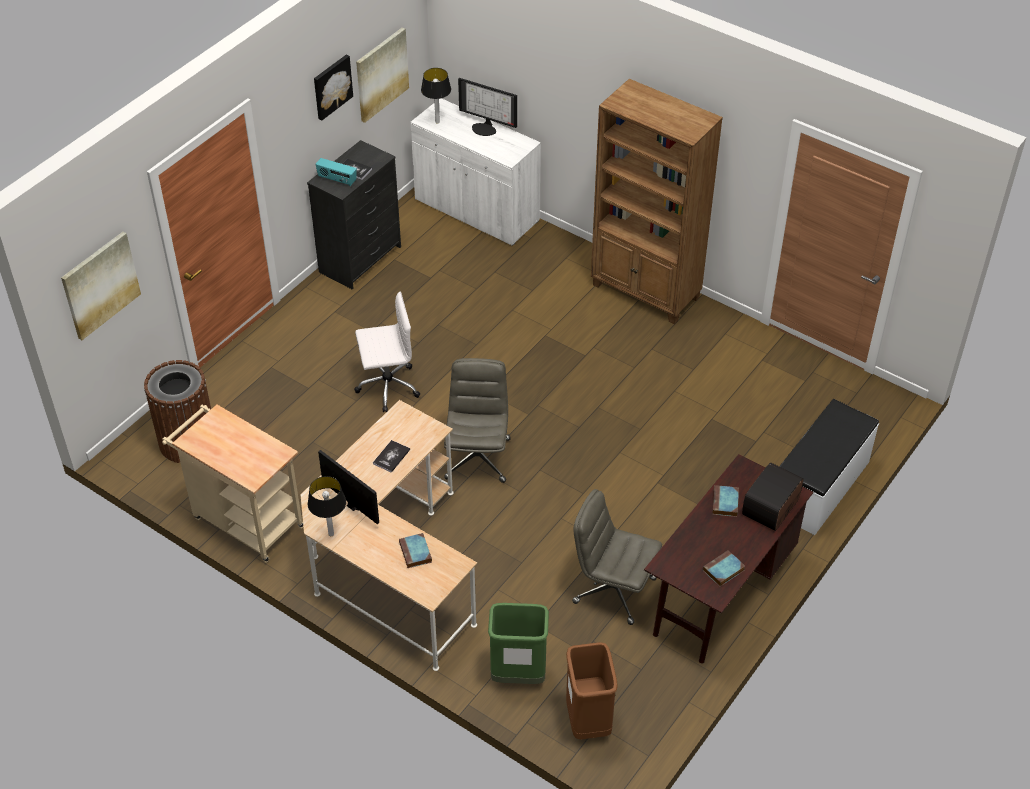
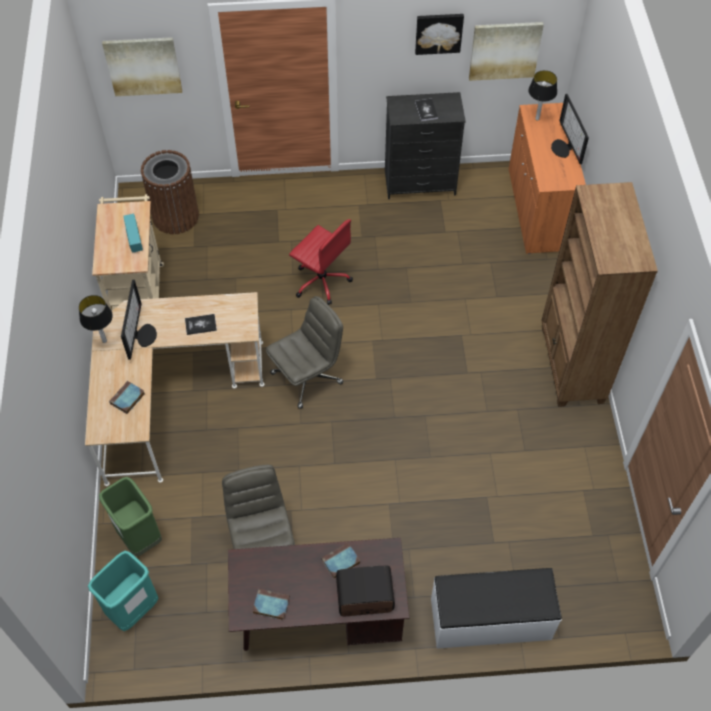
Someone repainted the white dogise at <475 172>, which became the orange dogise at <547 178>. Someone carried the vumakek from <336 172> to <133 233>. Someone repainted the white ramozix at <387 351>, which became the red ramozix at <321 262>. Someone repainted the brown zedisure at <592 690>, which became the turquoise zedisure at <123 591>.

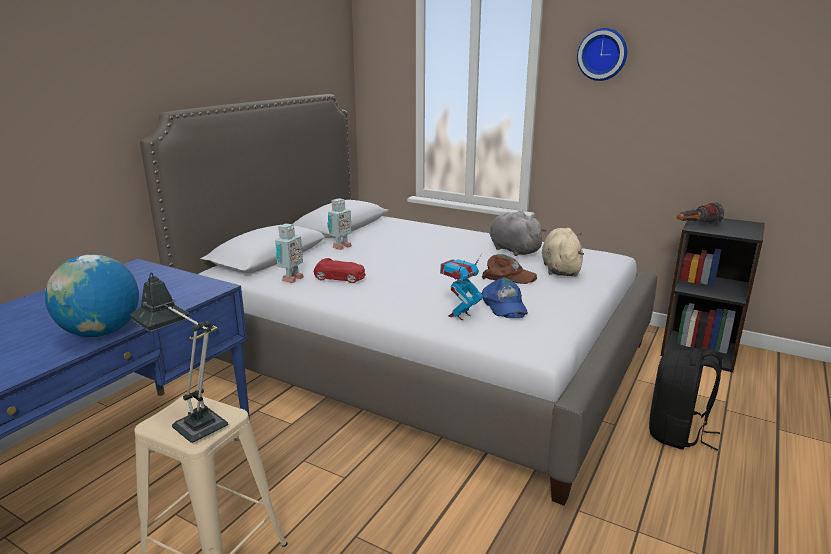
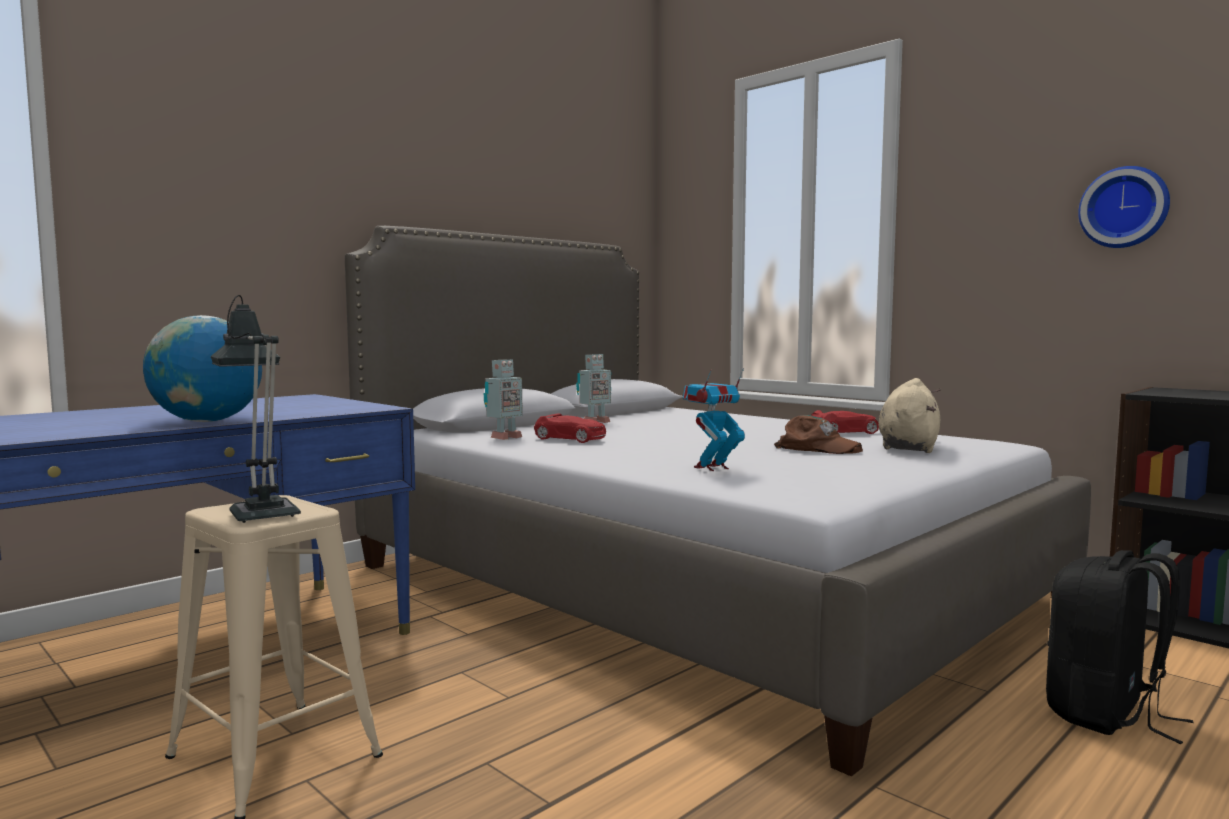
Someone carried the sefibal from <602 54> to <1124 207>. Someone took away the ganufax at <700 213>. Someone swapped the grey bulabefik at <518 233> for the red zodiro at <845 422>. Someone took away the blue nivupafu at <505 298>.

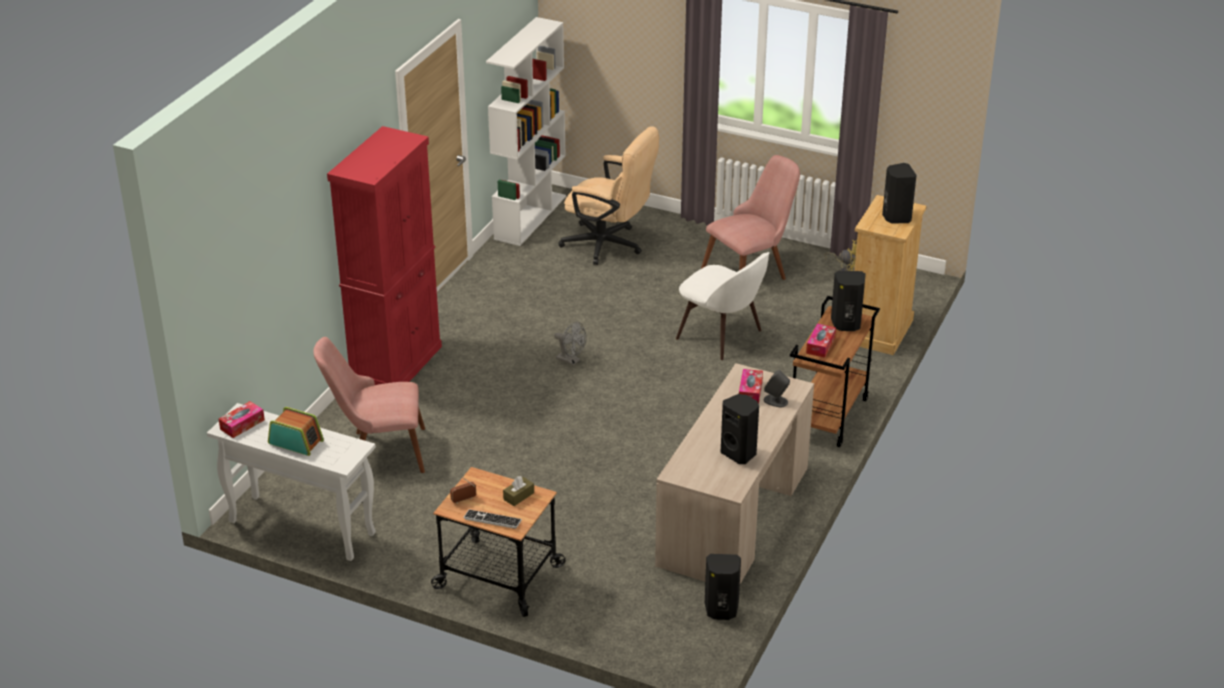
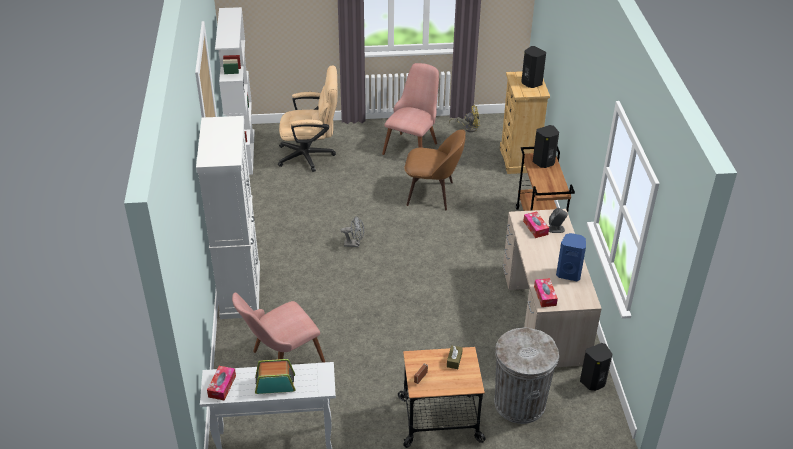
Someone repainted the red dogise at <384 255>, which became the white dogise at <228 217>. Someone repainted the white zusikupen at <723 306>, which became the brown zusikupen at <435 169>. Someone carried the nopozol from <821 340> to <546 292>. Someone repainted the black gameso at <739 429>, which became the blue gameso at <571 257>. Someone took away the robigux at <492 519>. Someone put down the grey zedisure at <526 375>.

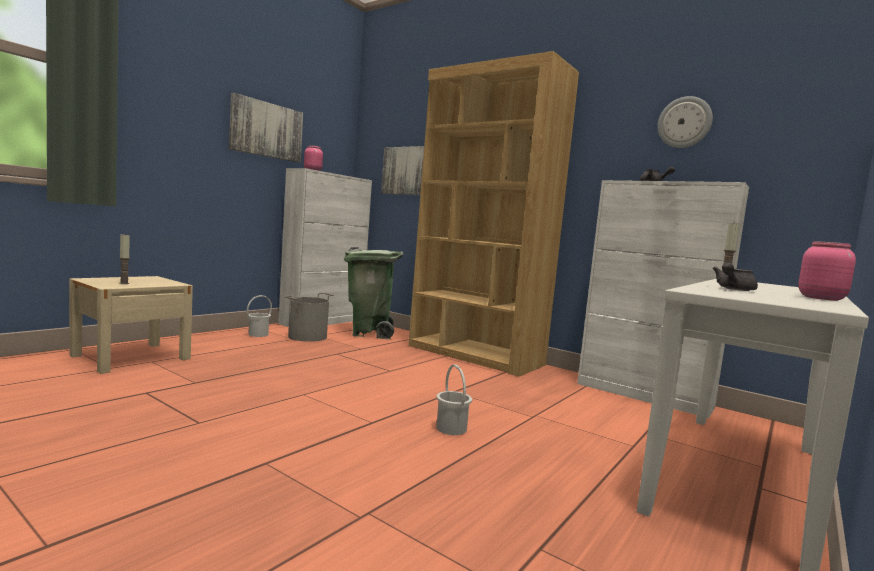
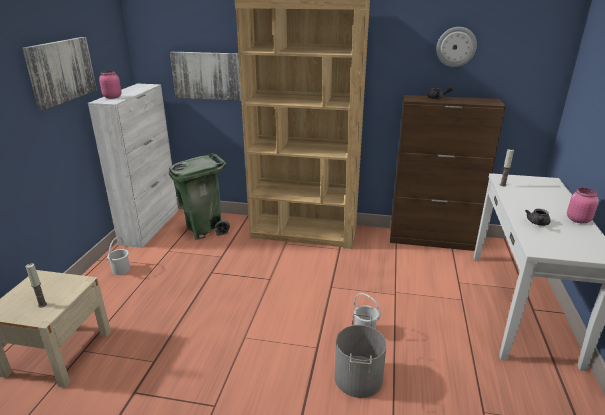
Someone repainted the white dogise at <663 299>, which became the brown dogise at <448 173>. Someone carried the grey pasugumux from <309 317> to <361 356>.

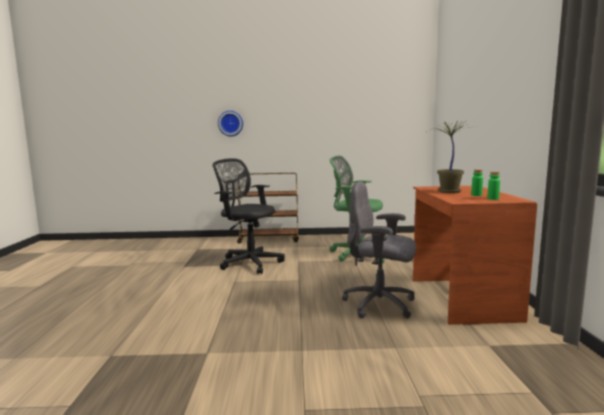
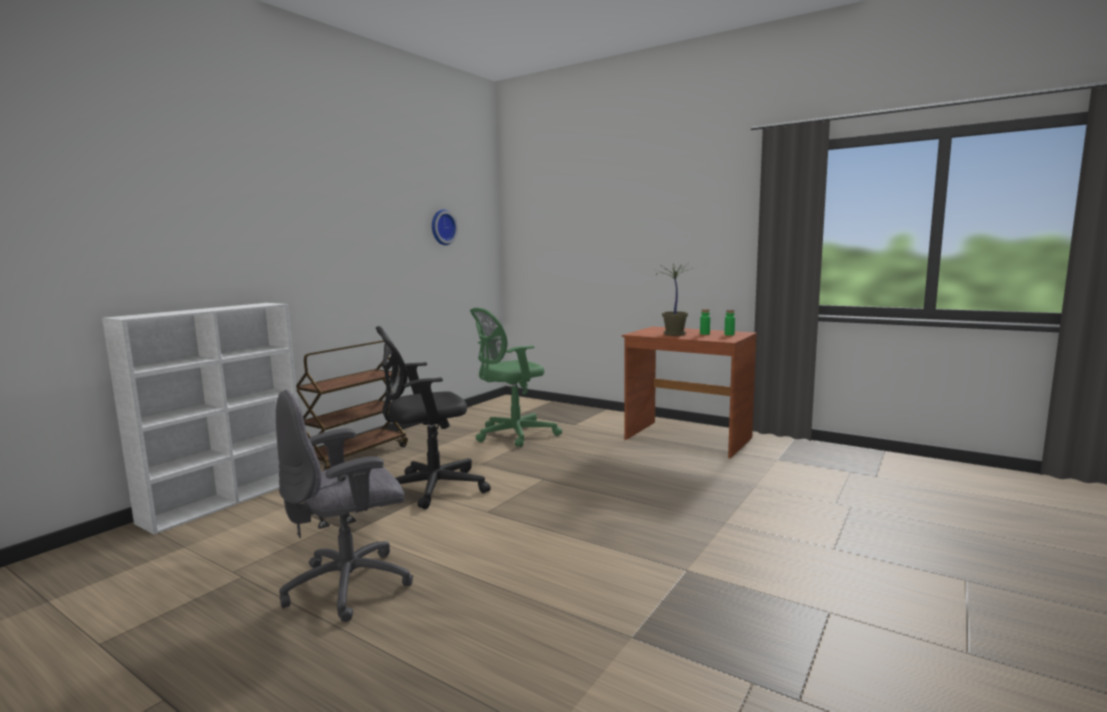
Someone carried the sefibal from <230 123> to <445 227>. Someone carried the grey ramozix from <379 249> to <344 505>. Someone put down the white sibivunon at <200 419>.

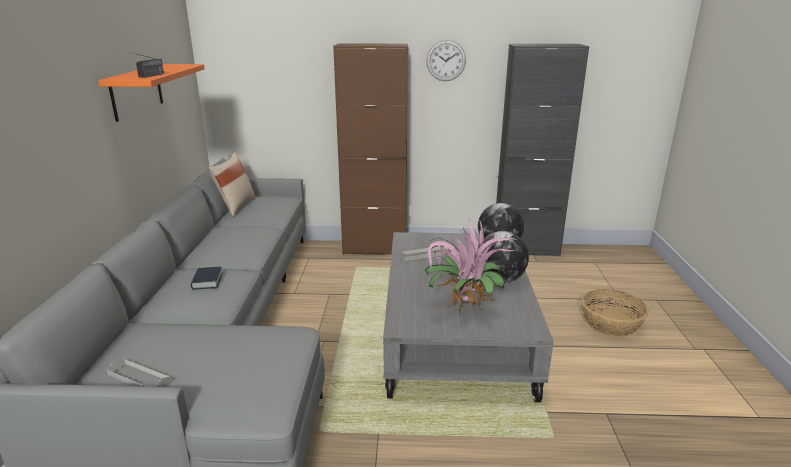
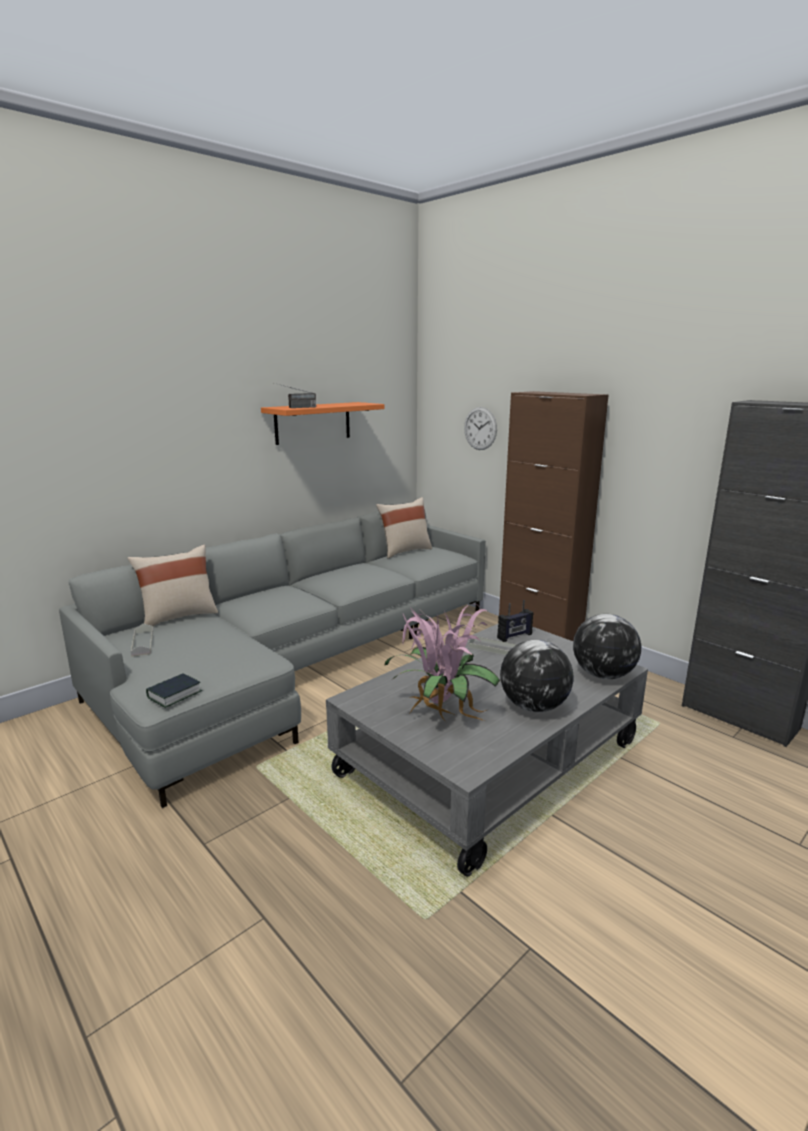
Someone carried the sefibal from <446 60> to <480 428>. Someone carried the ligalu from <207 278> to <174 690>. Someone took away the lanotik at <615 313>. Someone put down the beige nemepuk at <173 585>. Someone put down the vumakek at <515 621>.

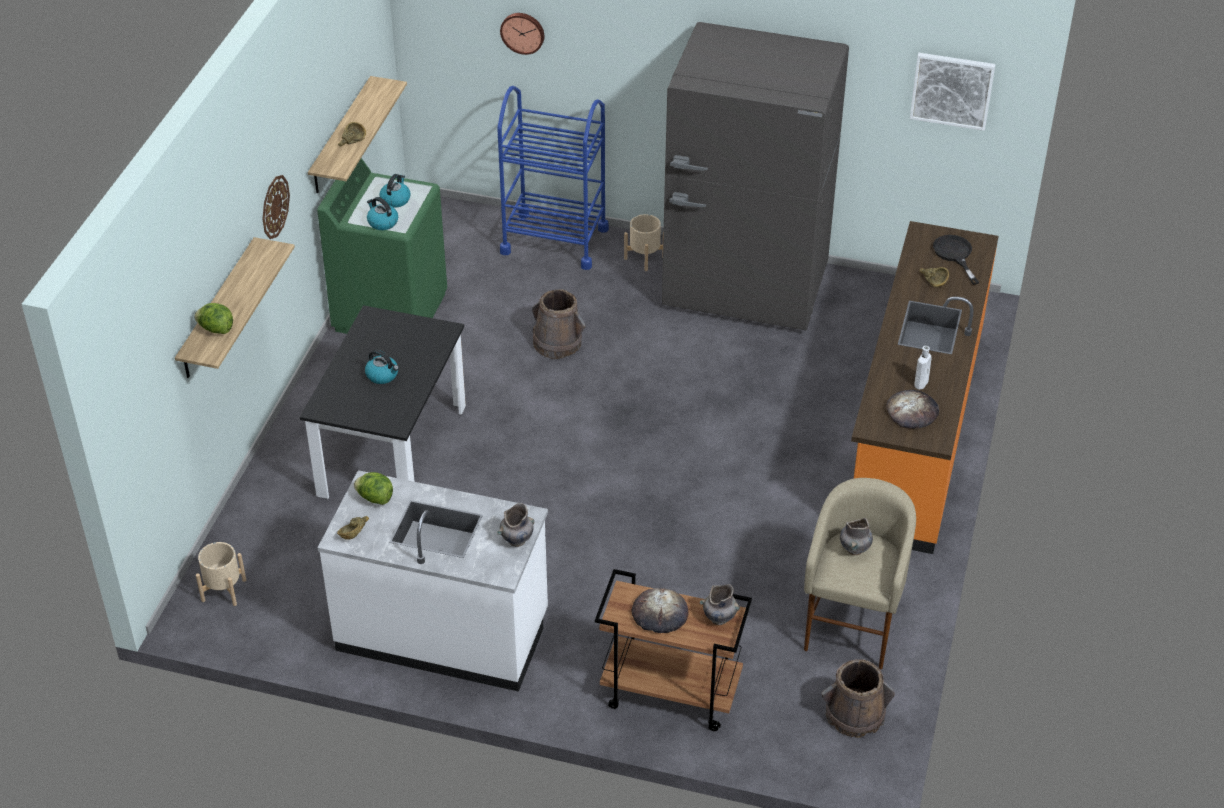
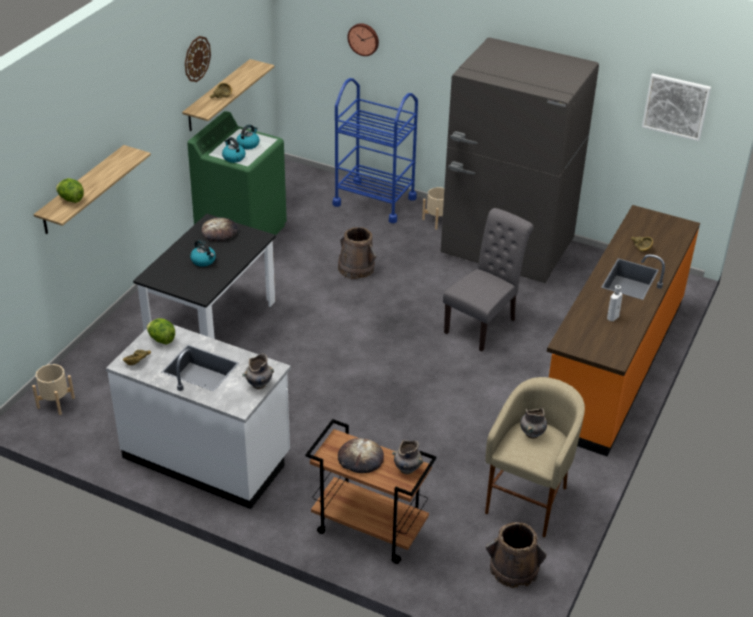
Someone carried the sefibal from <276 207> to <198 59>. Someone took away the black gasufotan at <956 260>. Someone carried the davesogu from <912 409> to <220 229>. Someone put down the grey zusikupen at <488 279>.

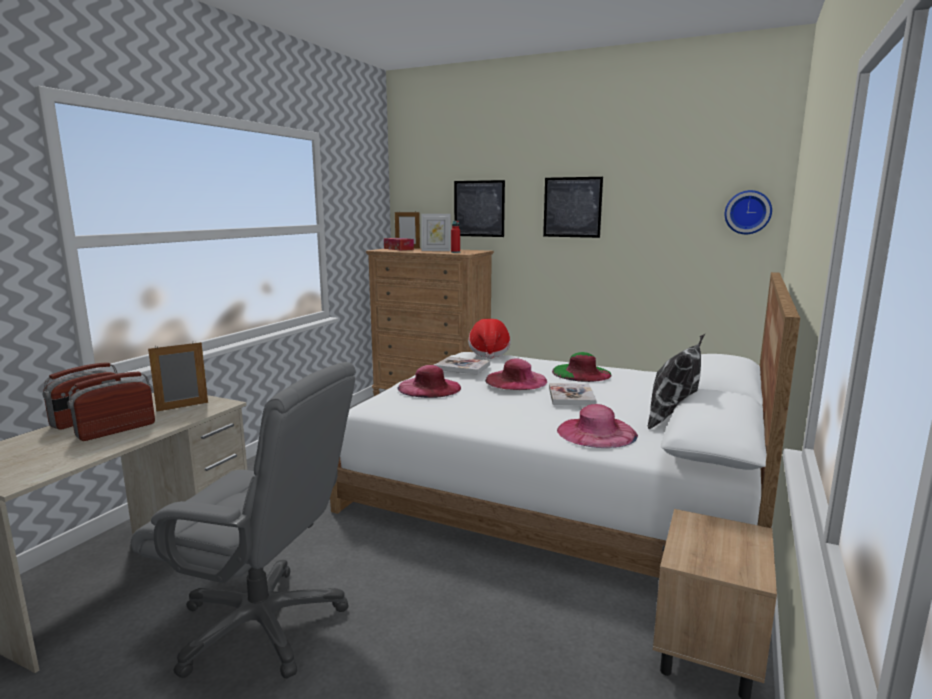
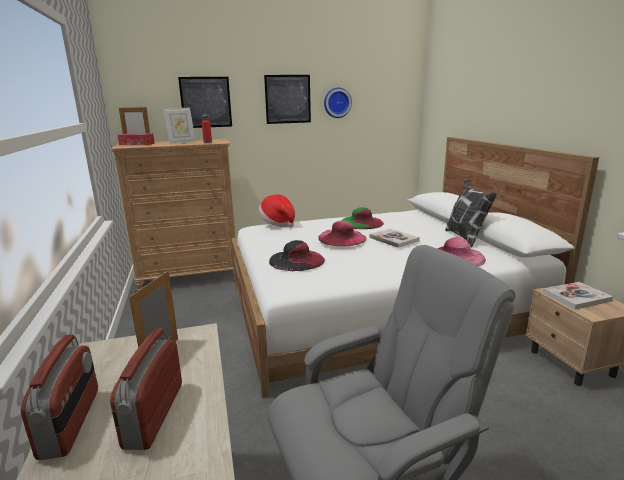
Someone carried the sefibal from <748 212> to <338 103>. Someone carried the ligalu from <462 366> to <578 295>. Someone repainted the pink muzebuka at <429 381>, which became the black muzebuka at <297 255>.

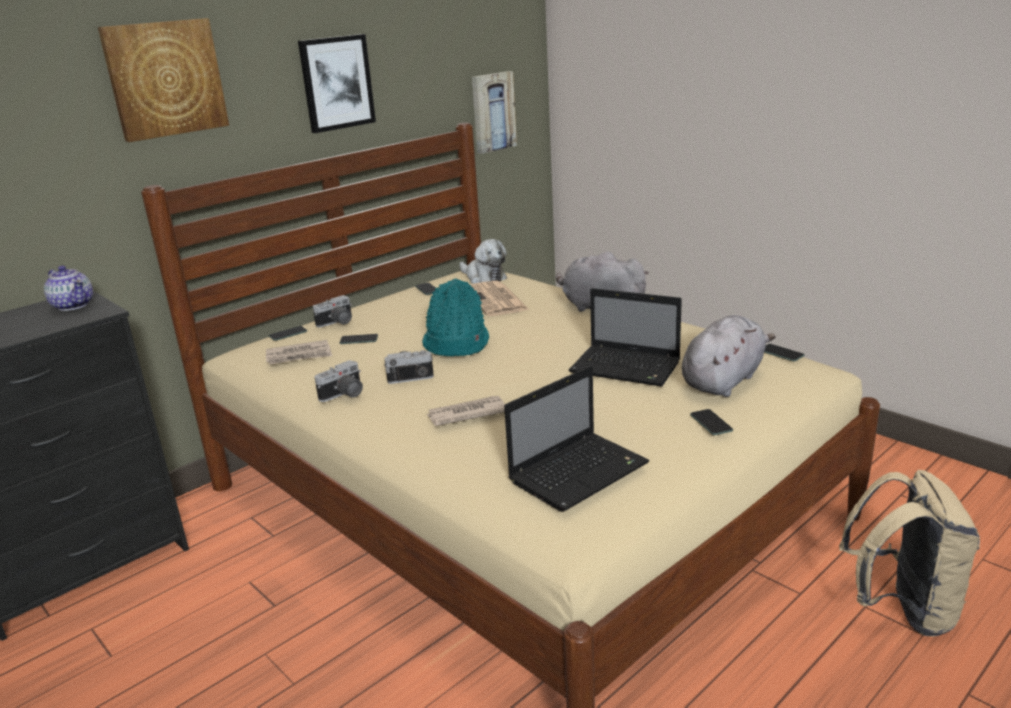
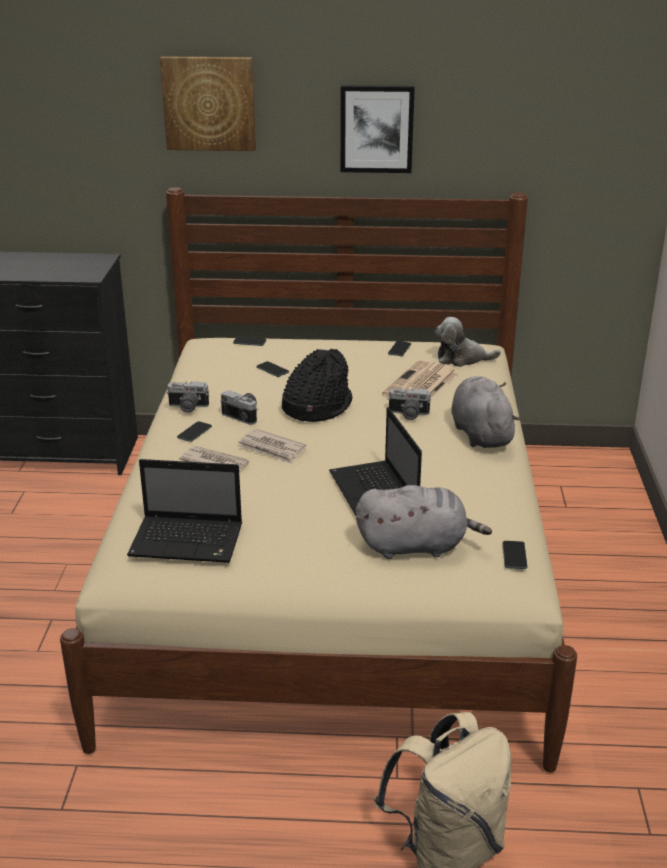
Someone took away the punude at <494 112>. Someone rotated the bulabefik at <483 261> by 90 degrees clockwise. Someone took away the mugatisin at <68 288>. Someone repainted the turquoise muzebuka at <455 317>, which became the black muzebuka at <317 385>. Someone carried the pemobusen from <332 311> to <409 404>. Someone carried the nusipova from <299 352> to <272 446>. Someone carried the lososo from <711 422> to <194 431>.

